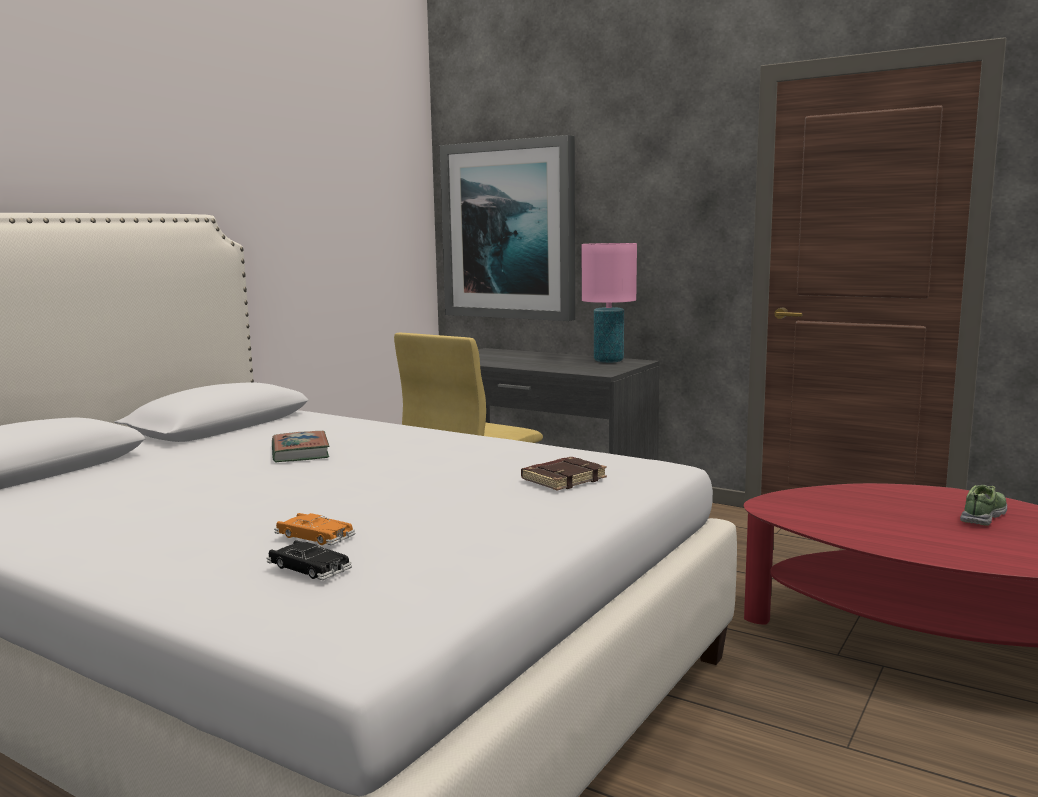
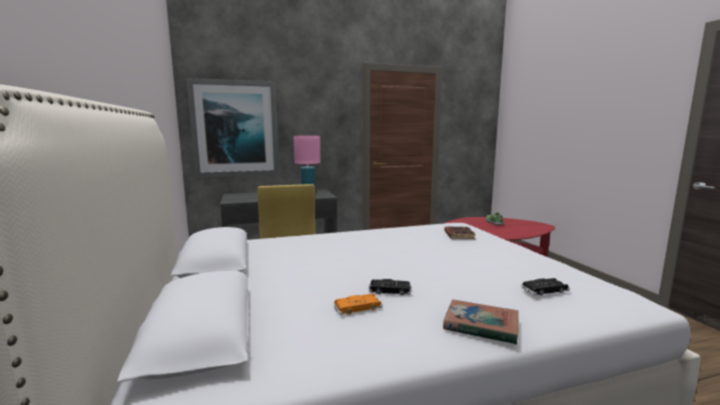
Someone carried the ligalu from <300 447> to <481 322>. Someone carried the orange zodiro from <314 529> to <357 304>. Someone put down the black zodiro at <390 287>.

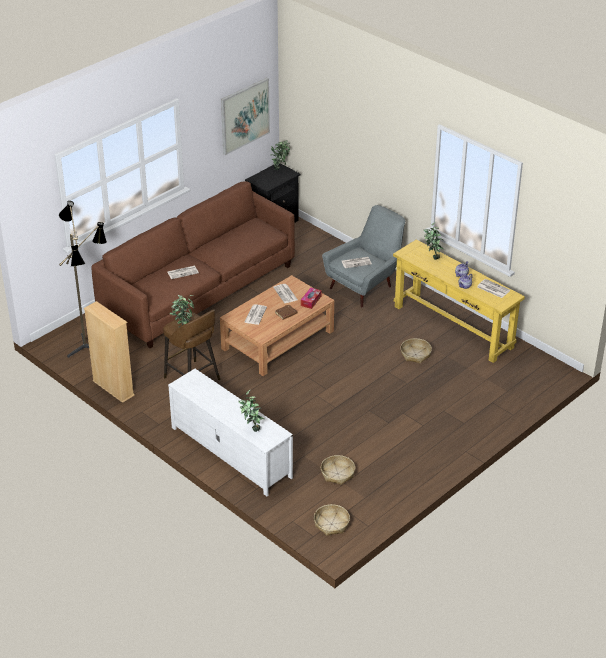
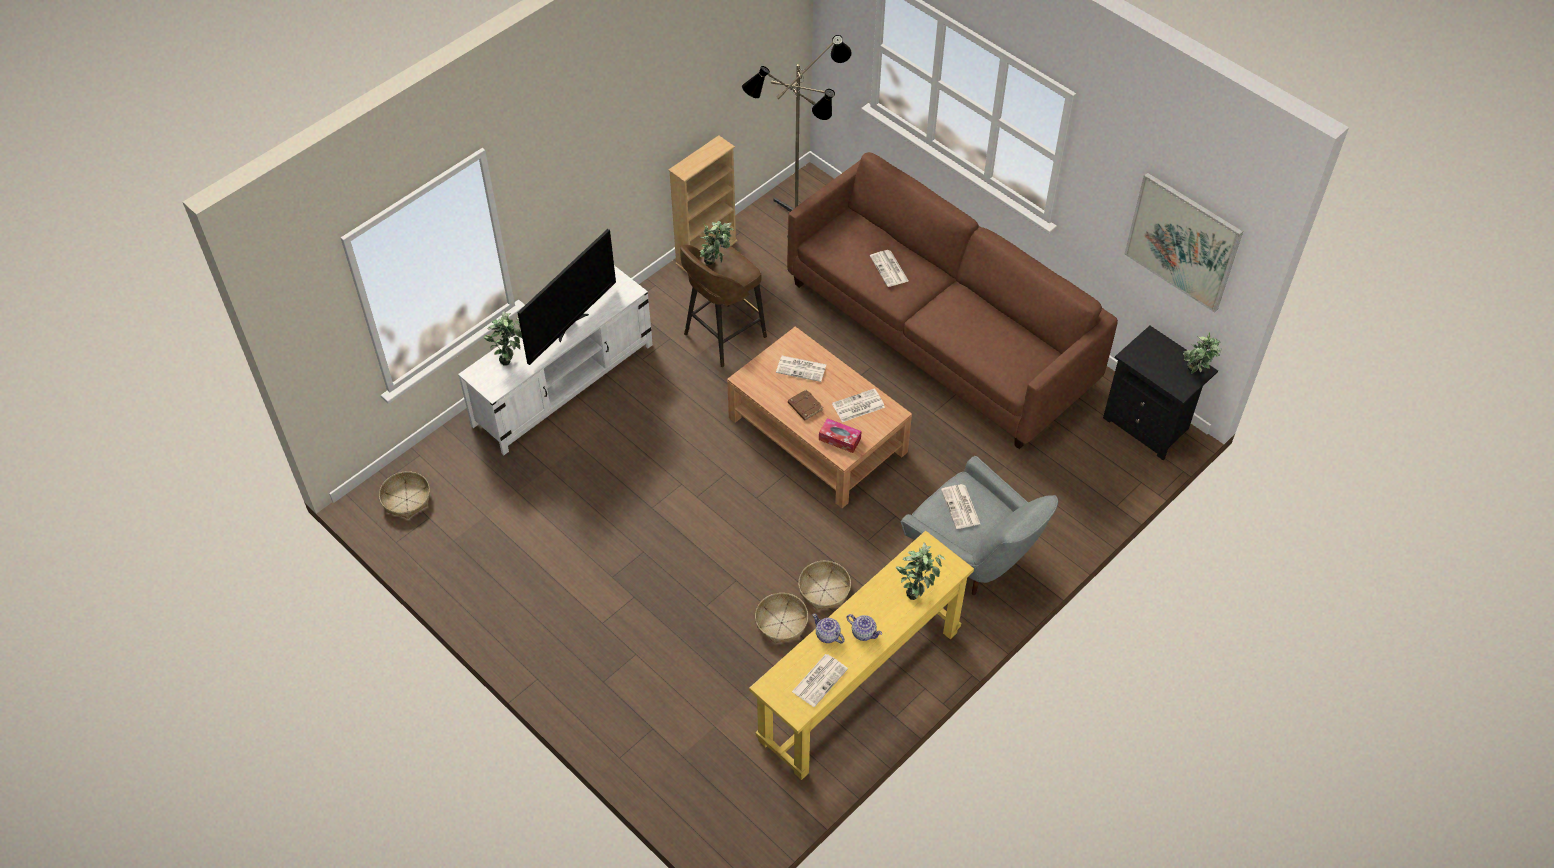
Someone carried the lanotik from <338 470> to <824 585>. Someone put down the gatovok at <566 297>.

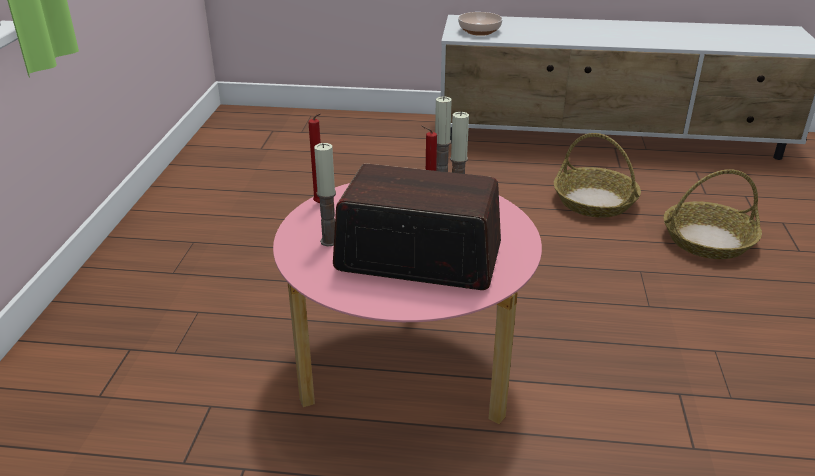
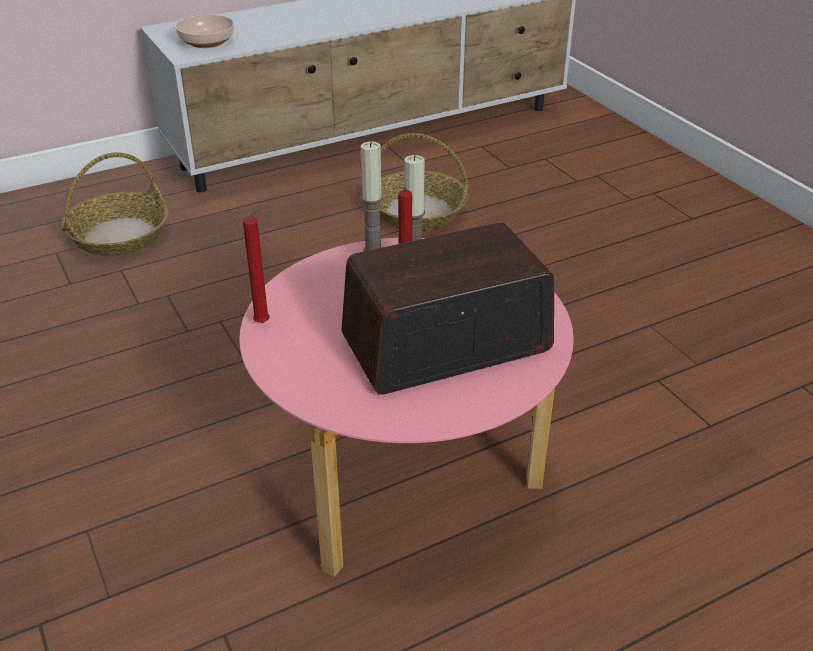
Someone took away the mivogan at <325 194>. Someone carried the lanotik from <712 214> to <115 204>.

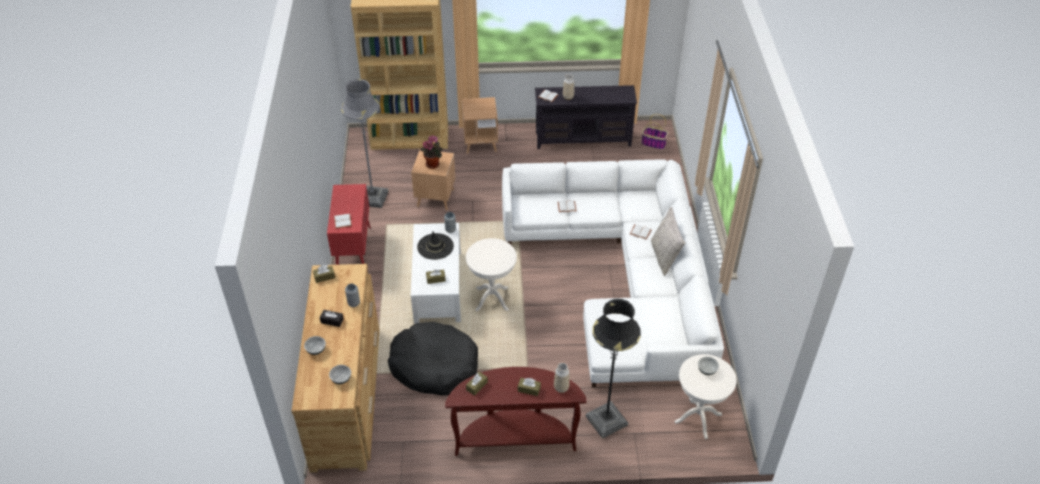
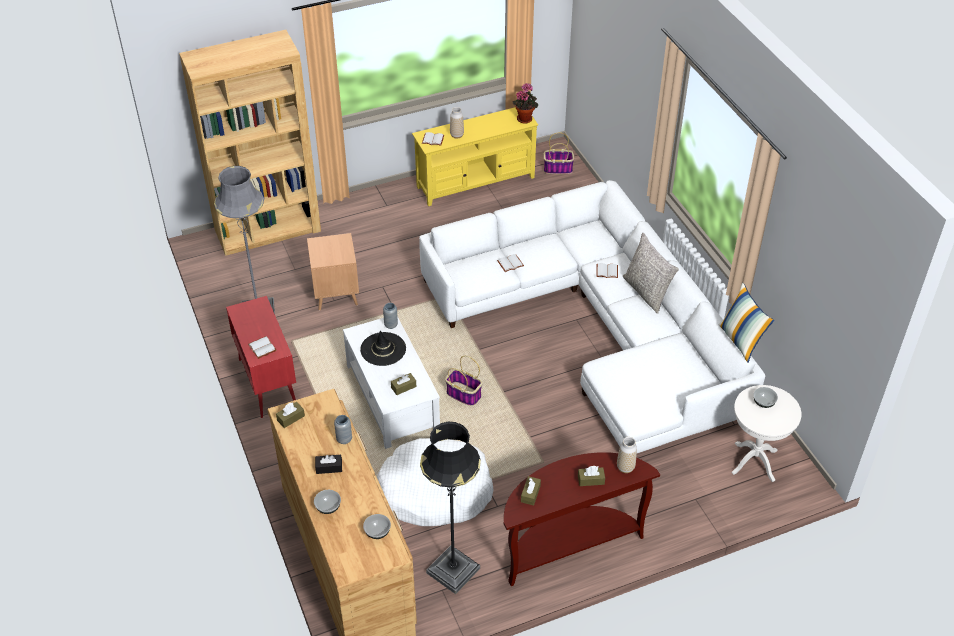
Someone repainted the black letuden at <586 117>, which became the yellow letuden at <475 156>. Someone took away the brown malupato at <480 125>. Someone carried the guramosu from <431 152> to <525 103>. Someone swapped the white malupato at <491 274> for the lanotik at <463 381>. Someone carried the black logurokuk from <613 369> to <450 508>. Someone repainted the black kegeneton at <433 359>, which became the white kegeneton at <435 482>. Someone put down the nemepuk at <746 322>.

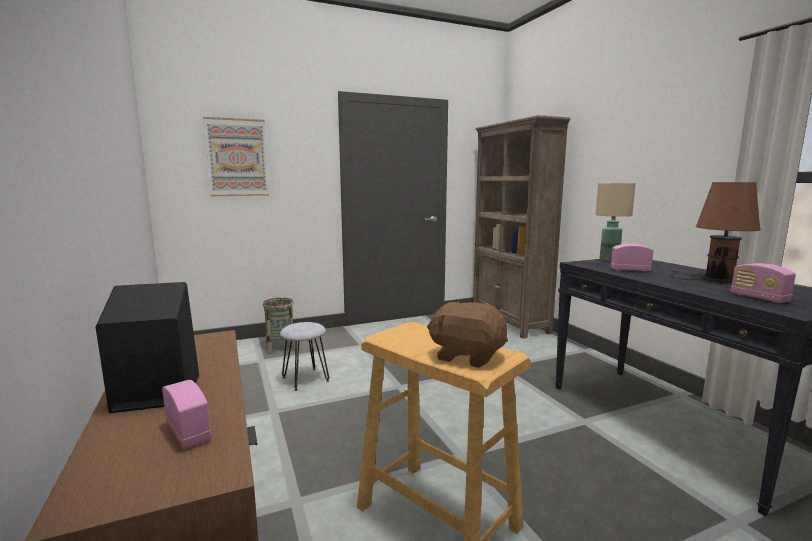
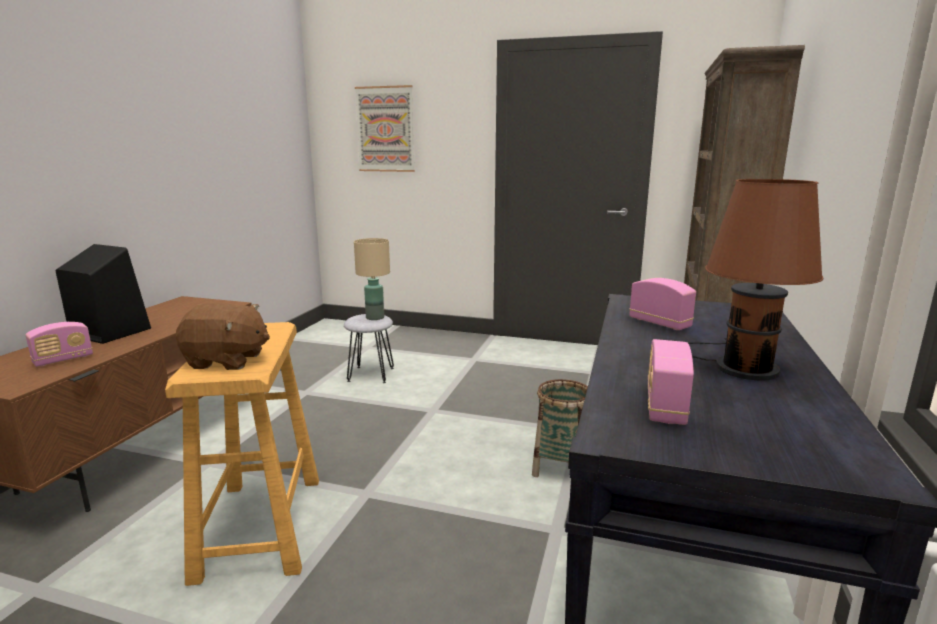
Someone carried the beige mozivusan from <615 222> to <372 279>. Someone carried the lanotik from <279 326> to <560 428>. Someone rotated the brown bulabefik at <467 334> by 120 degrees clockwise. Someone rotated the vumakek at <186 414> by 45 degrees clockwise.

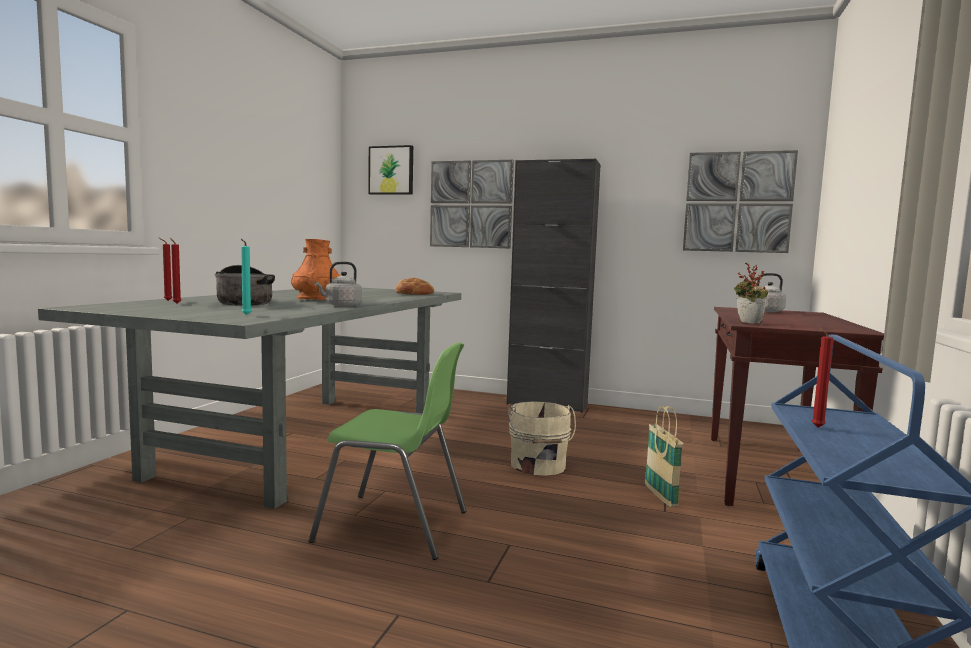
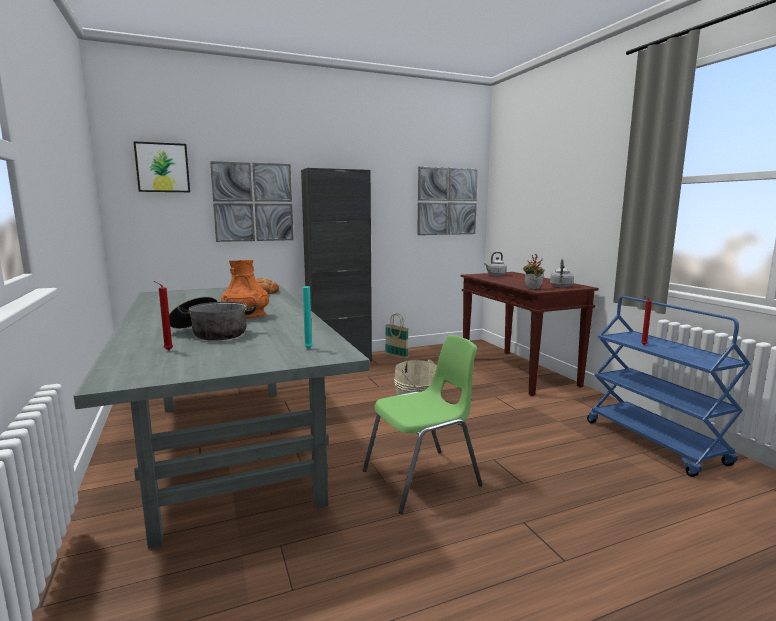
Someone took away the red mivogan at <166 269>. Someone carried the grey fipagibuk from <338 284> to <562 273>. Someone carried the lanotik from <664 456> to <397 336>.

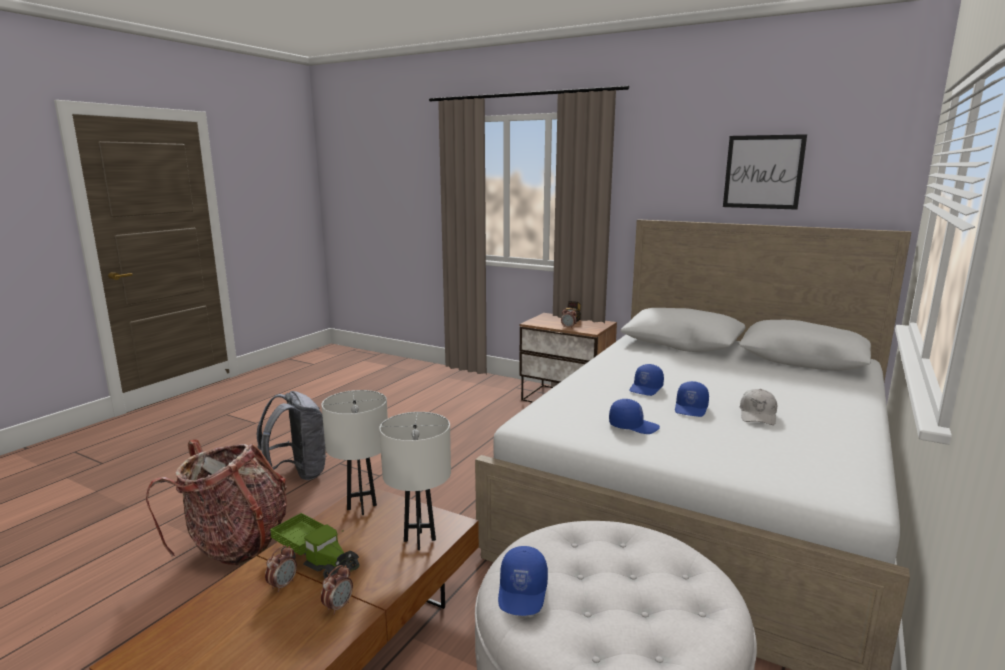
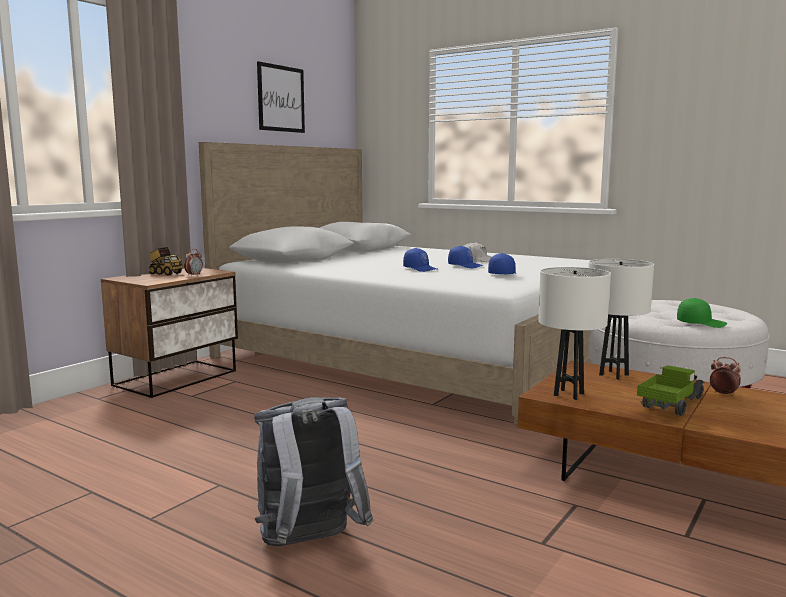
Someone took away the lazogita at <216 502>. Someone took away the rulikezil at <281 569>. Someone repainted the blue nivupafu at <523 581>, which became the green nivupafu at <702 313>.

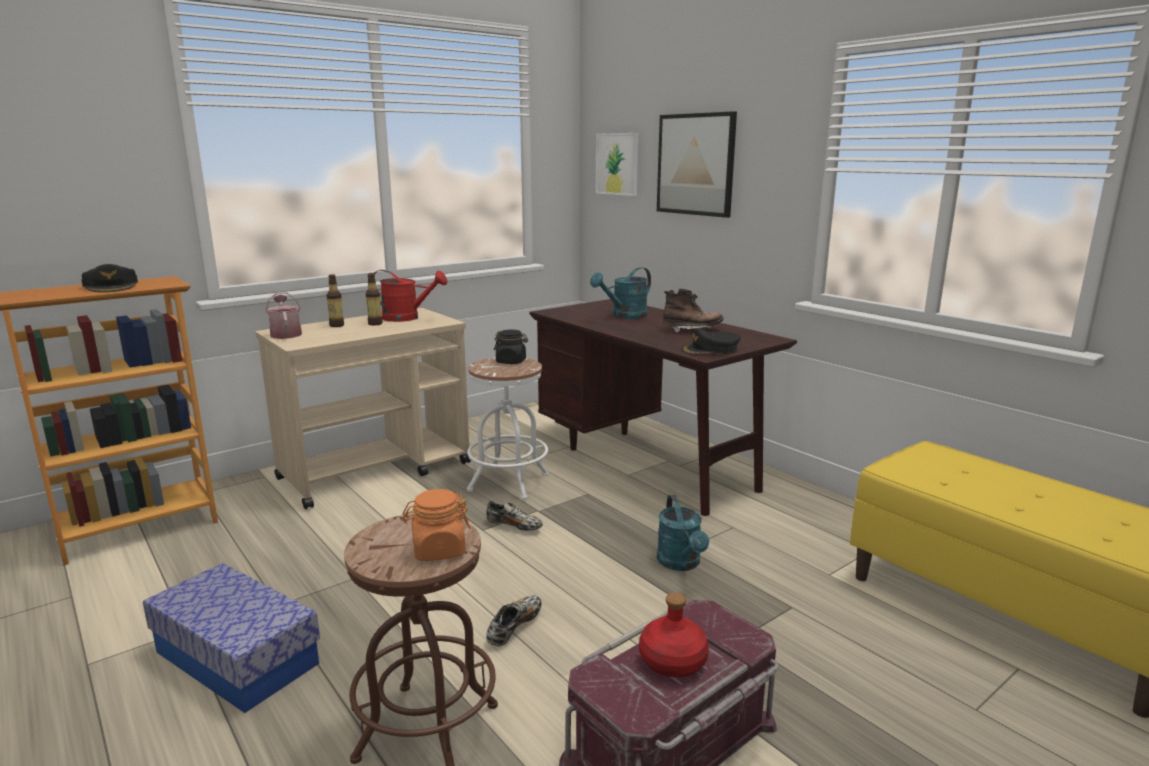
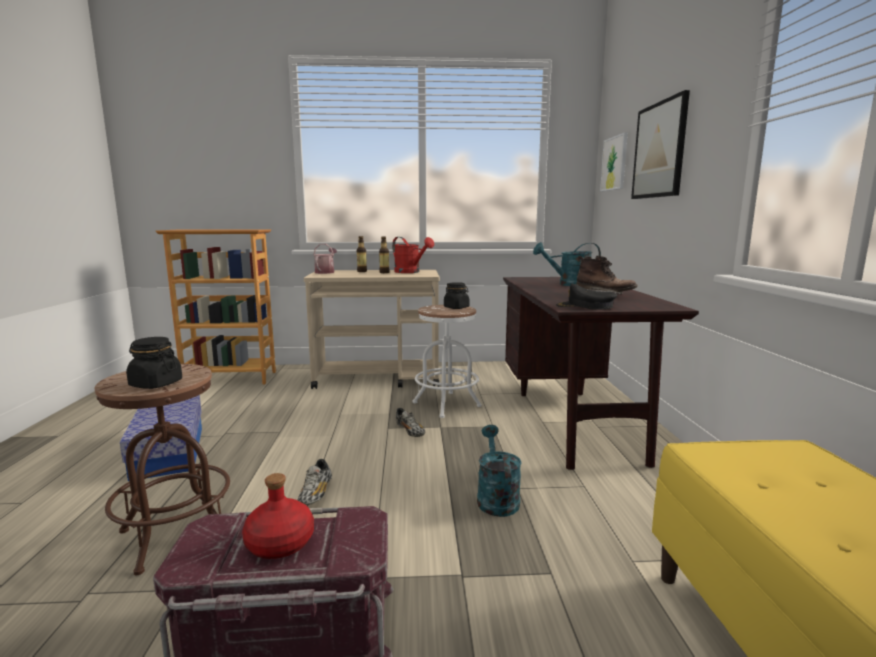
Someone took away the black nivupafu at <109 278>. Someone repainted the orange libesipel at <437 525>, which became the black libesipel at <154 363>. Someone rotated the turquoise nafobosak at <683 533> by 150 degrees clockwise. Someone rotated the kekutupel at <514 621> by 120 degrees clockwise.

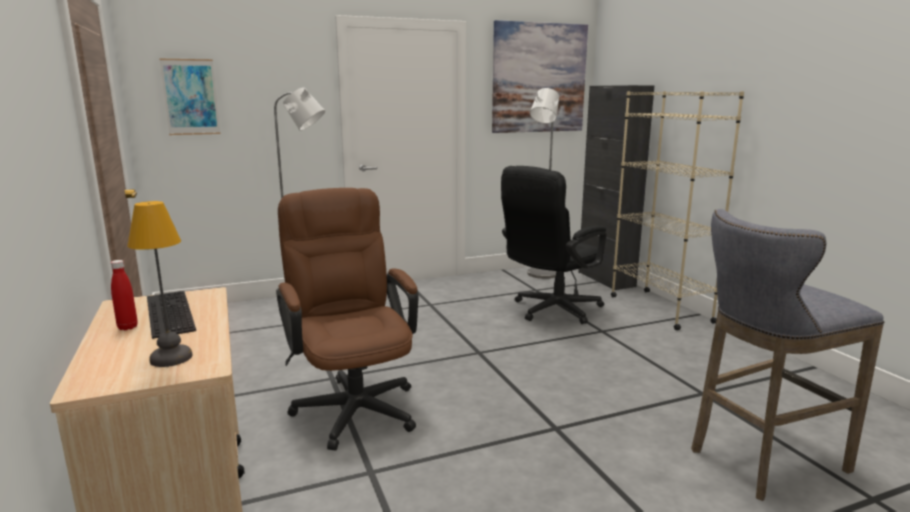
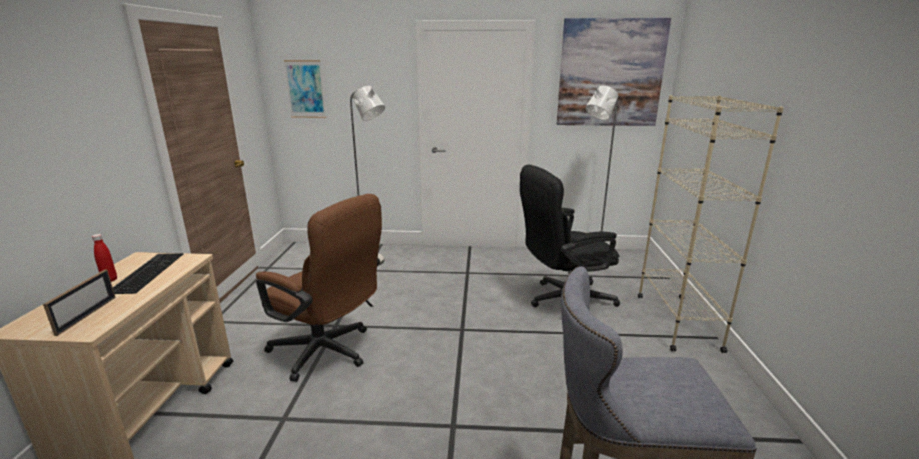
Someone took away the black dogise at <616 187>. Someone rotated the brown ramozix at <347 319> by 120 degrees clockwise. Someone swapped the mozivusan at <159 284> for the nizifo at <79 302>.

